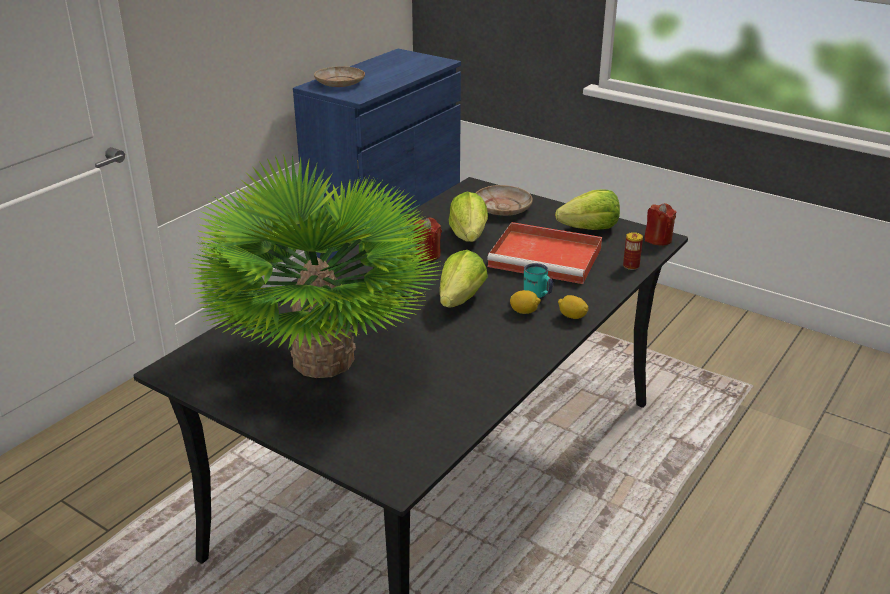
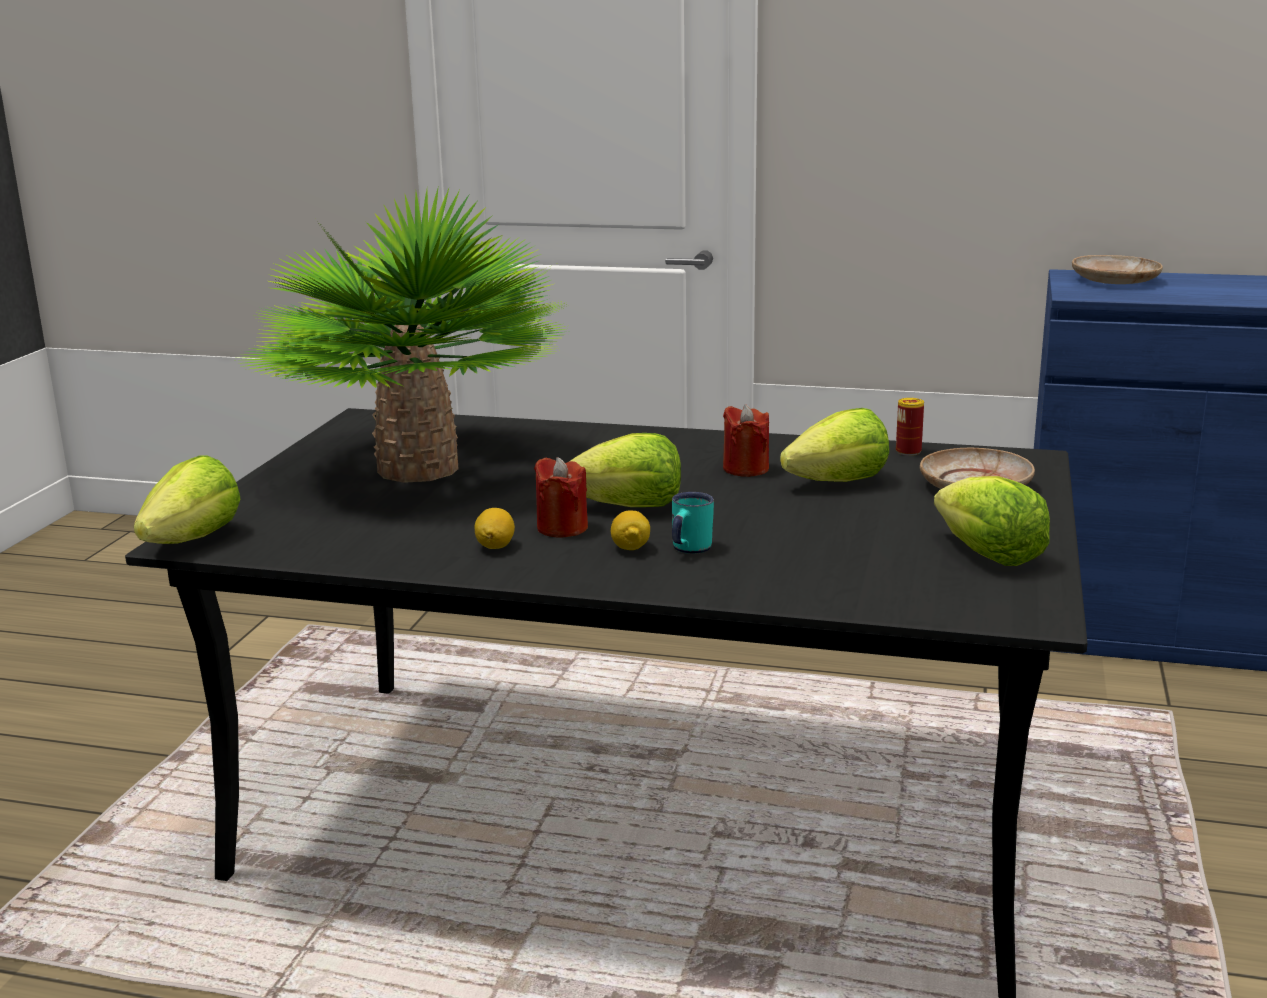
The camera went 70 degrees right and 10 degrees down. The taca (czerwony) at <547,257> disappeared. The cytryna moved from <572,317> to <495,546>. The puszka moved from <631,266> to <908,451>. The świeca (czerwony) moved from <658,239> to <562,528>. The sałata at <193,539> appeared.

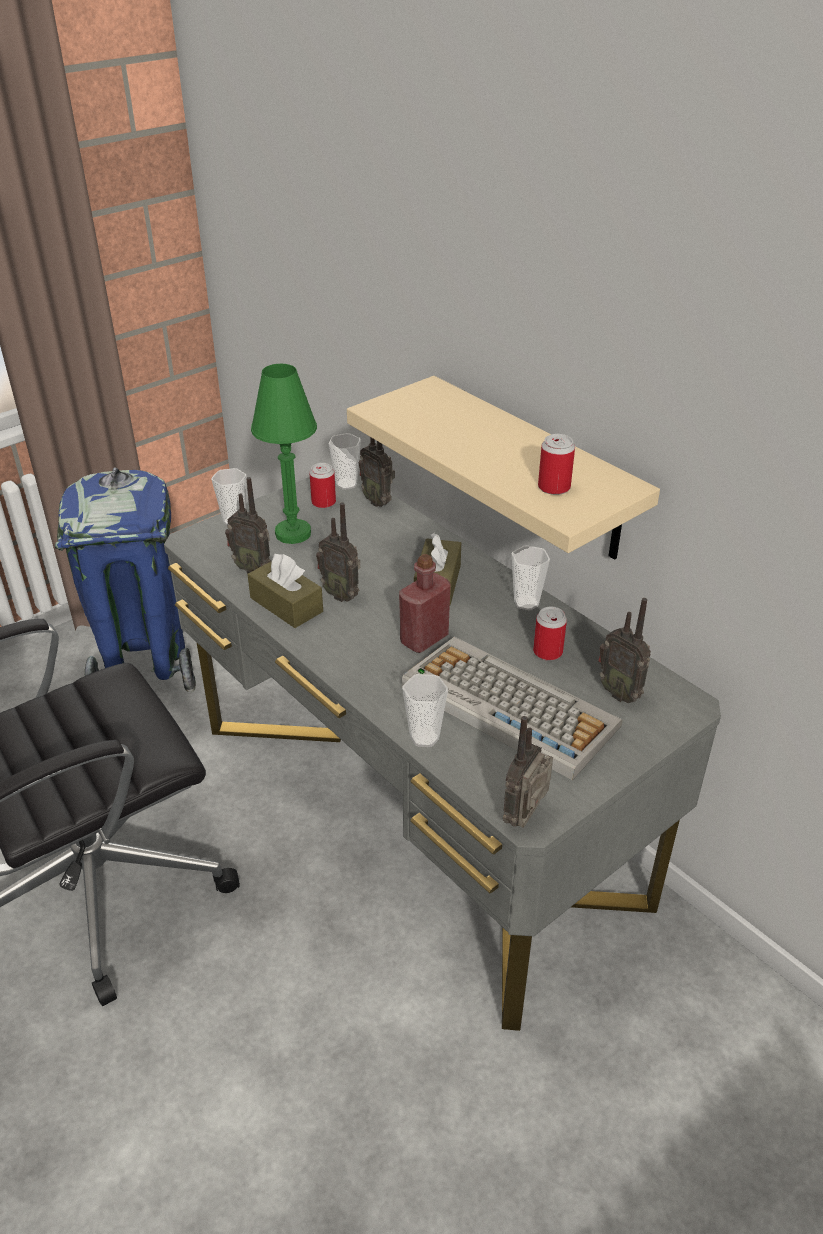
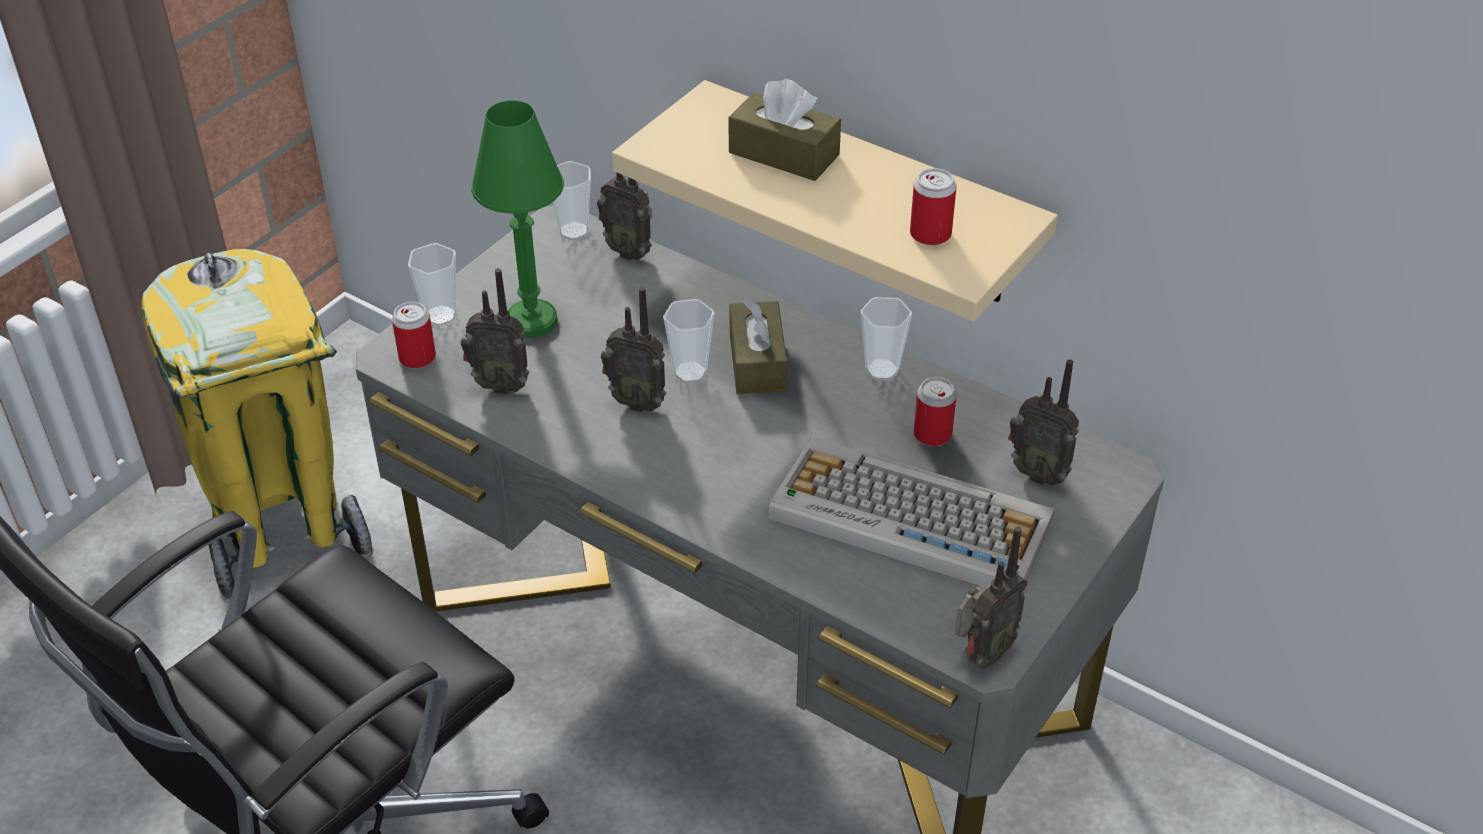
The camera went 15 degrees left and 5 degrees up. The kosz na śmieci (niebieski) at <144,665> became the kosz na śmieci (żółty) at <283,530>. The pudełko chusteczek (brązowy) moved from <286,605> to <784,154>. The puszka moved from <323,502> to <417,357>. The butelka (czerwony) at <424,639> disappeared. The filiżanka moved from <424,737> to <690,372>. The radio at <526,817> turned 150 degrees counterclockwise.

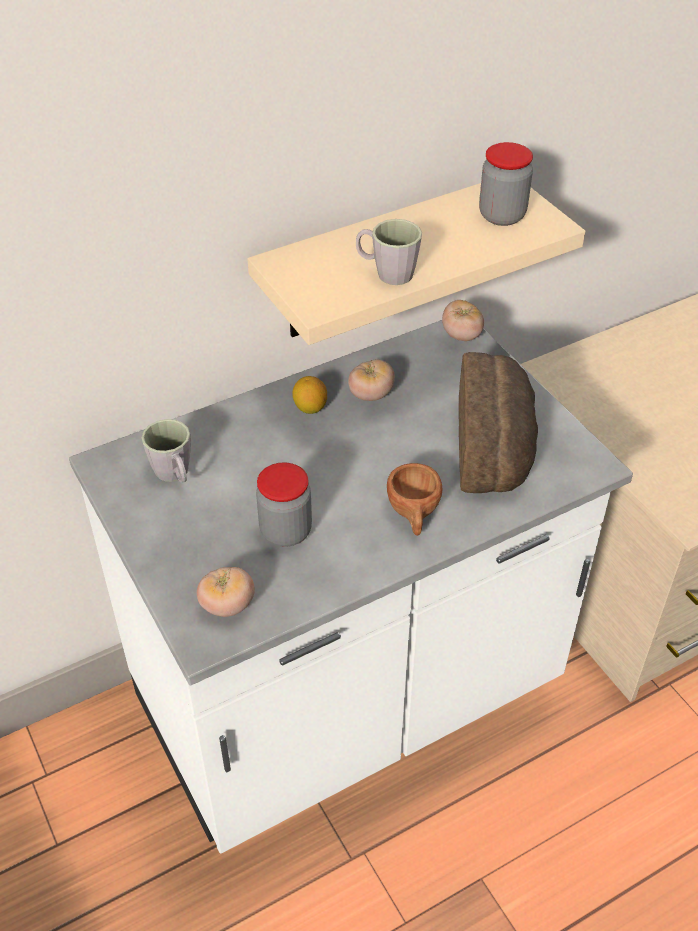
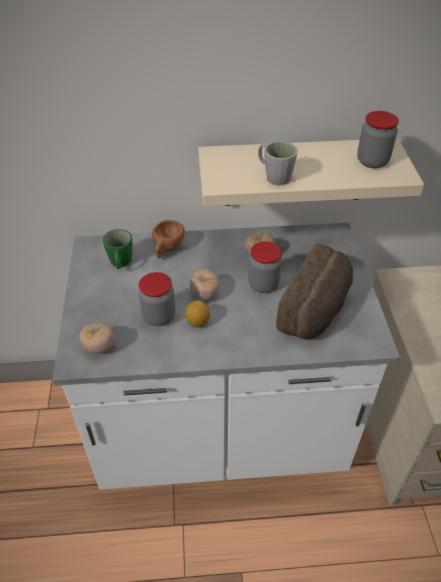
The camera went 25 degrees right and 0 degrees up. The kubek (szary) at <175,475> became the kubek (zielony) at <120,264>. The cytryna moved from <310,408> to <197,322>. The filiżanka (brązowy) moved from <414,514> to <167,249>. The pomidor moved from <461,335> to <204,294>. The słoik at <263,284> appeared.

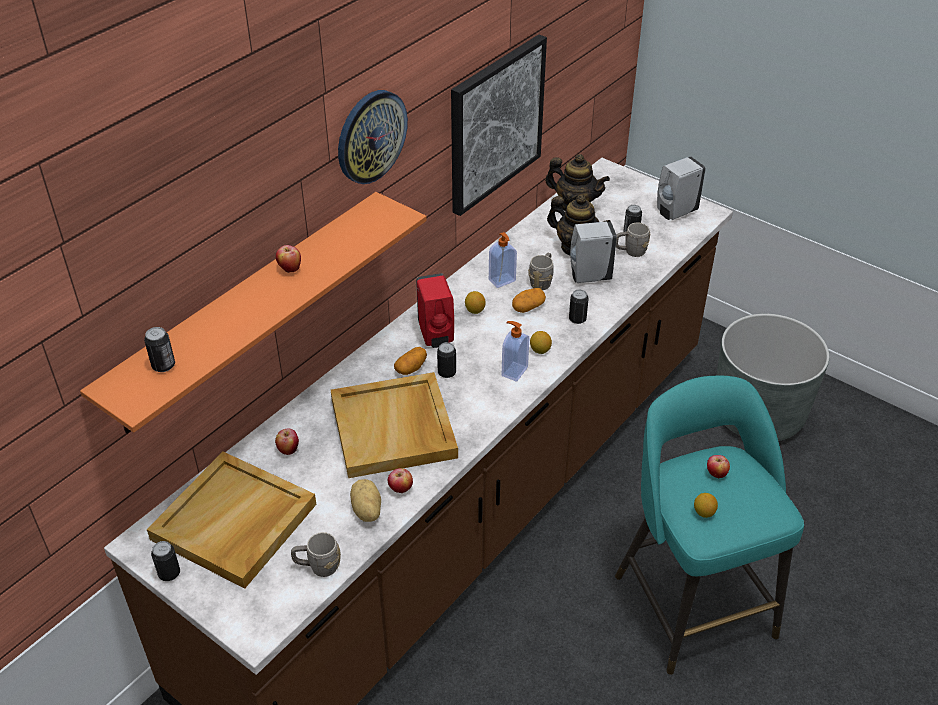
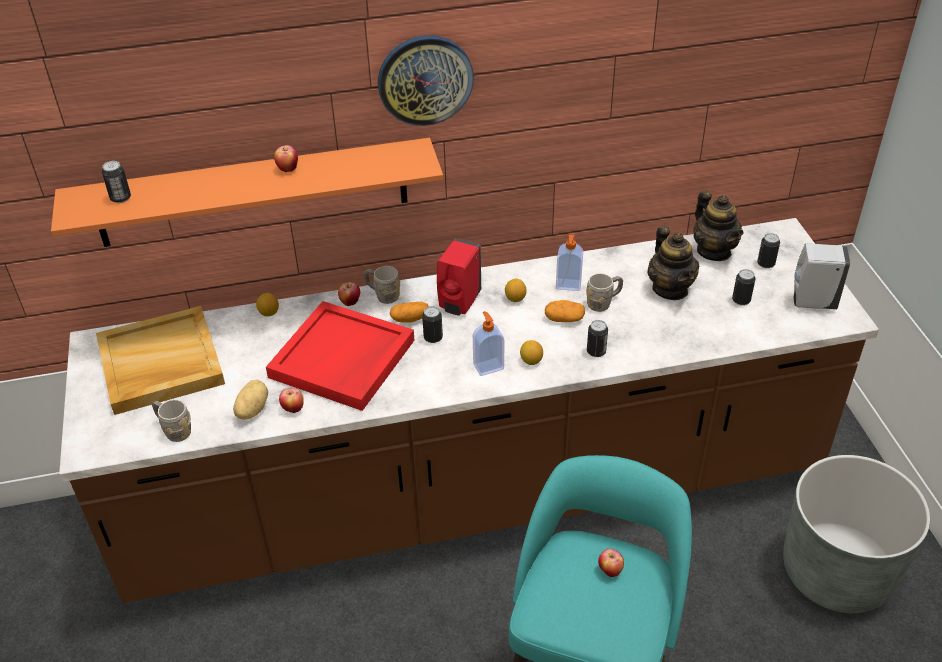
The camera went 40 degrees right and 0 degrees up. The puszka moved from <169,573> to <765,264>. The jabłko moved from <288,450> to <350,302>. The taca (beżowy) at <394,429> became the taca (czerwony) at <342,359>. The obraz at <495,123> disappeared. The dozownik mydła (biały) at <588,276> disappeared. The kubek (szary) moved from <630,251> to <383,295>. The cytryna moved from <704,512> to <269,313>.

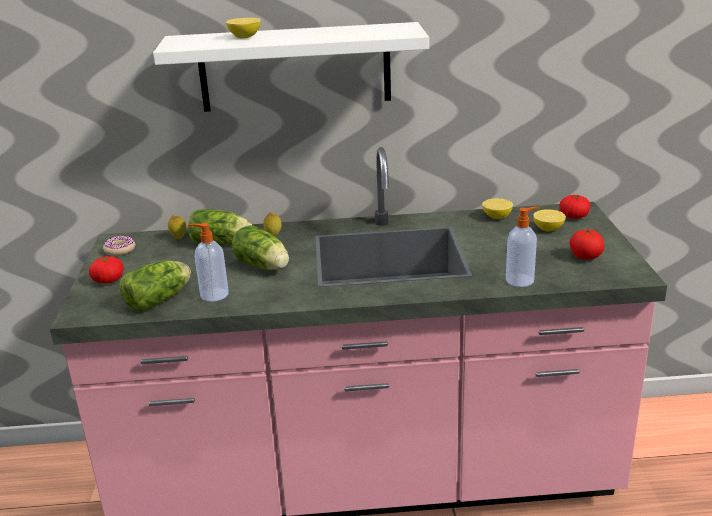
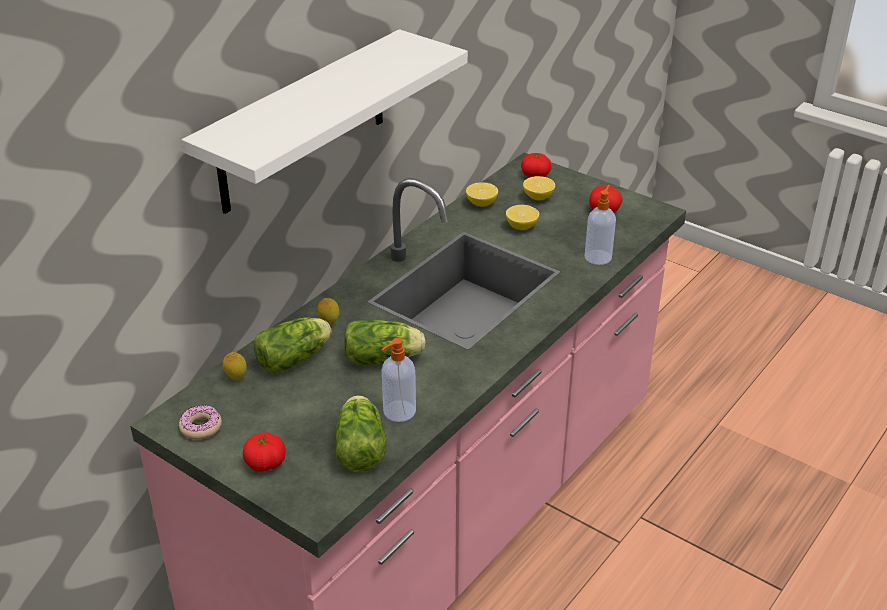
The camera went 50 degrees left and 10 degrees up. The cytryna moved from <245,37> to <521,226>.

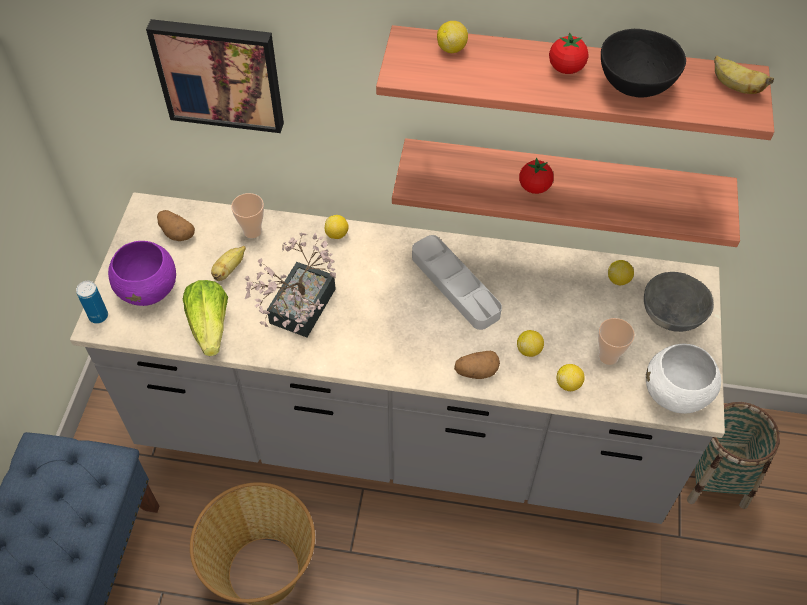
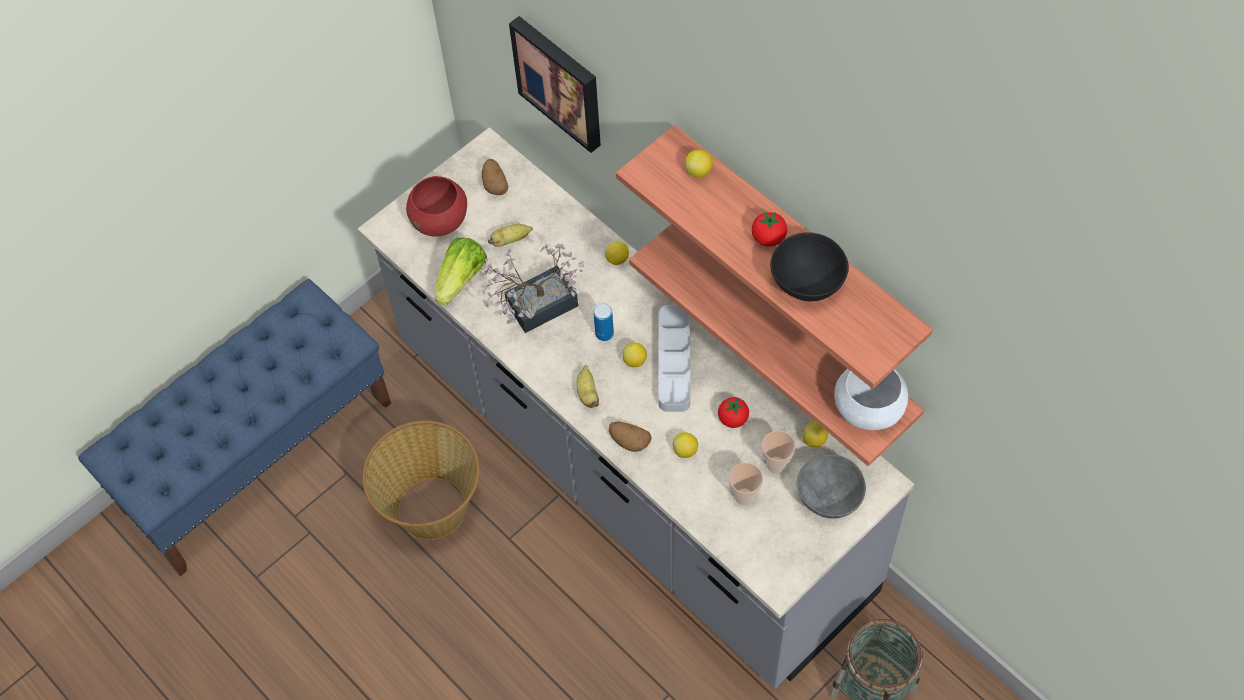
The camera went 40 degrees right and 5 degrees up. The puszka moved from <98,316> to <604,333>. The miska (fioletowy) at <149,288> became the miska (czerwony) at <440,220>. The filiżanka moved from <252,231> to <776,464>. The pomidor moved from <534,187> to <733,419>. The cytryna moved from <568,384> to <635,361>. The miska (biały) moved from <676,393> to <868,410>. The banan moved from <734,87> to <587,393>.

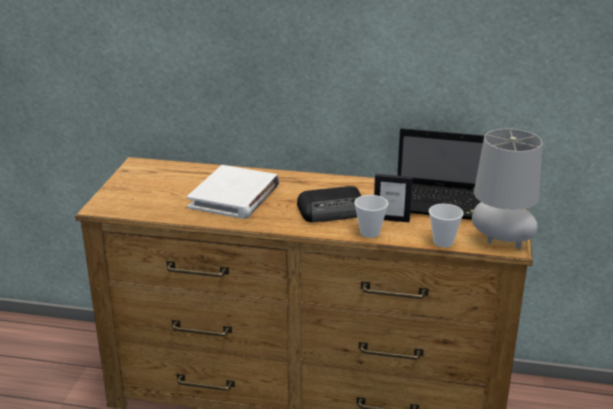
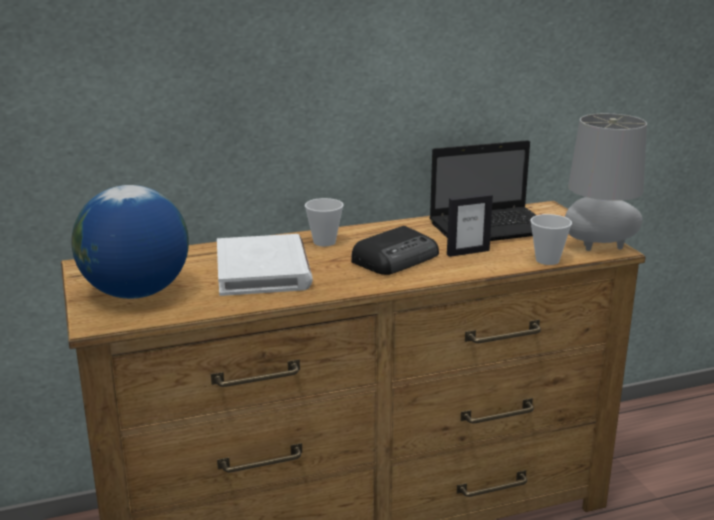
The camera went 30 degrees left and 5 degrees down. The filiżanka moved from <370,233> to <324,242>. The globus at <136,293> appeared.

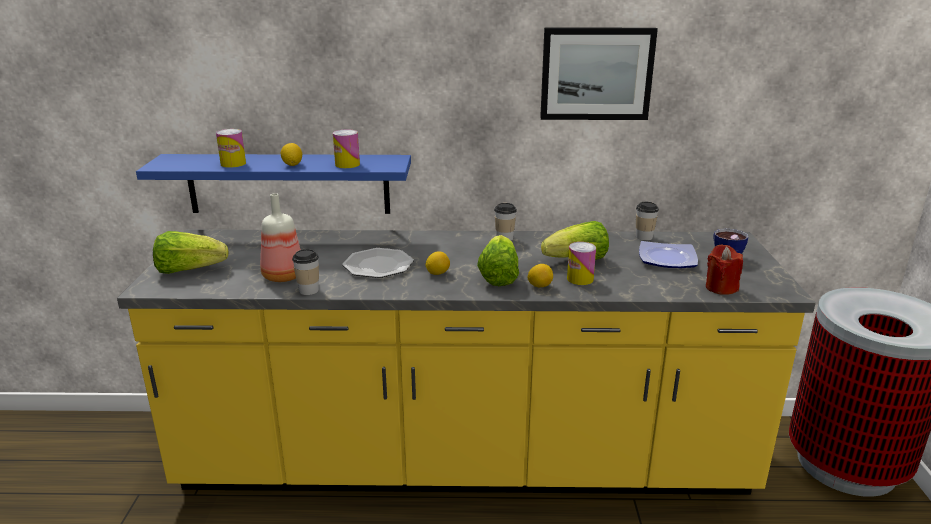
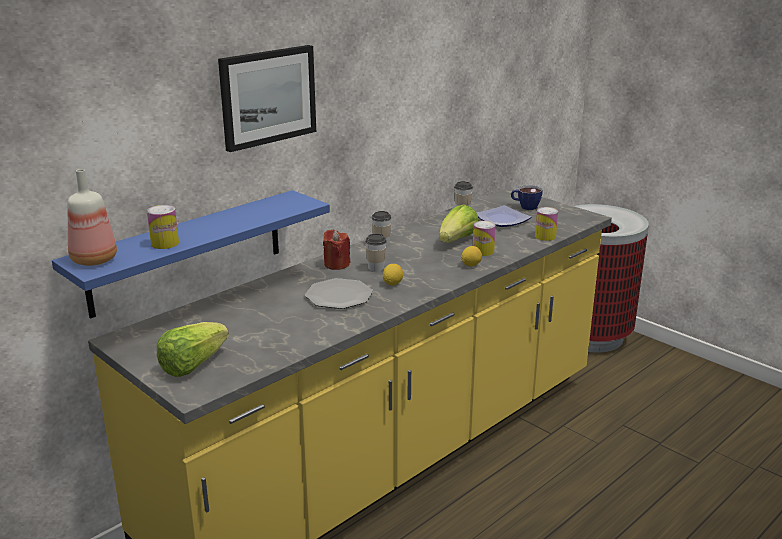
The camera went 45 degrees left and 0 degrees up. The butelka moved from <282,277> to <94,260>. The cytryna at <292,165> disappeared. The filiżanka moved from <308,290> to <376,268>. The puszka moved from <347,164> to <545,236>. The sałata at <498,276> disappeared. The obraz moved from <596,74> to <267,96>. The świeca (czerwony) moved from <721,288> to <336,264>.

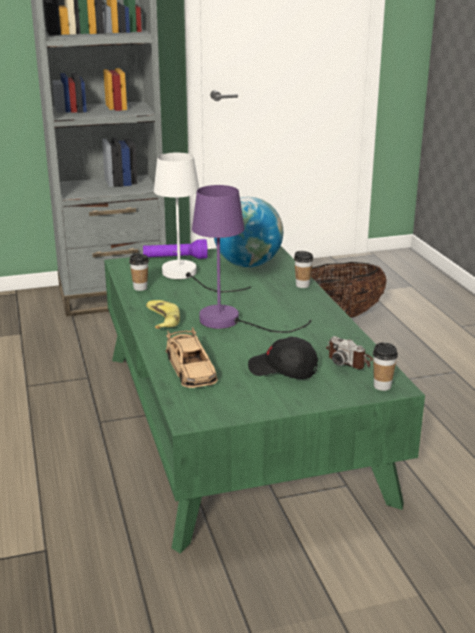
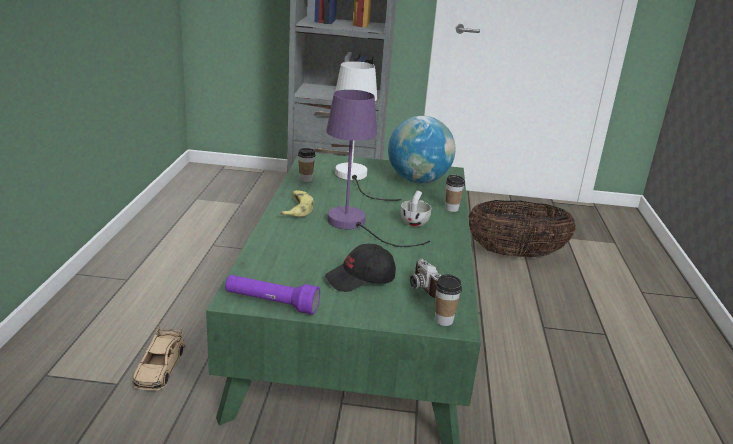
The camera went 20 degrees right and 0 degrees up. The latarka (fioletowy) moved from <175,259> to <271,303>. The samochodzik (beżowy) moved from <191,369> to <159,367>. The czapka z daszkiem (czarny) at <283,370> turned 60 degrees counterclockwise. The filiżanka (biały) at <415,222> appeared.

